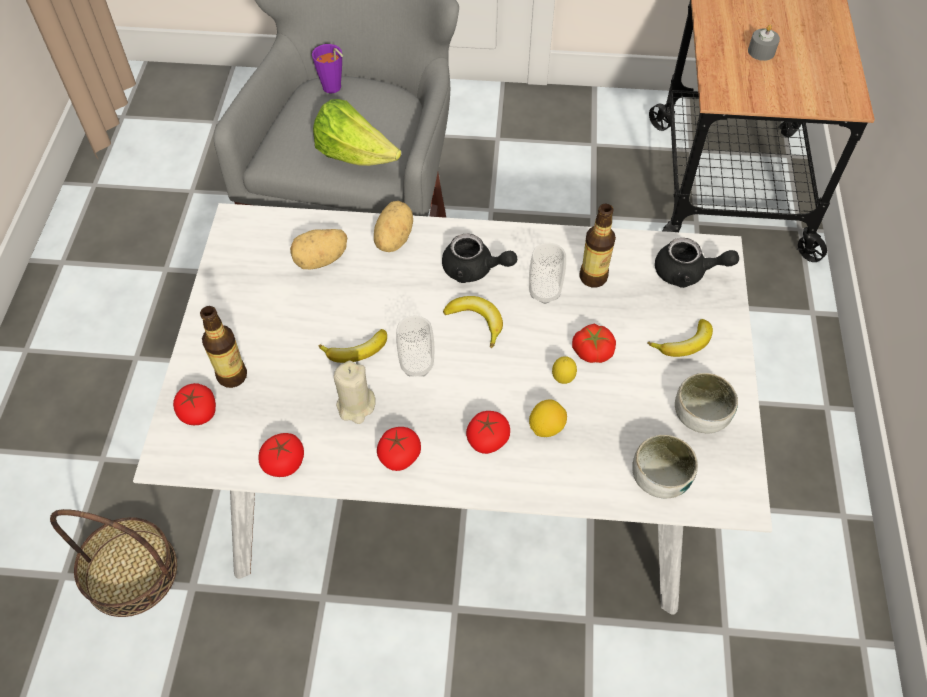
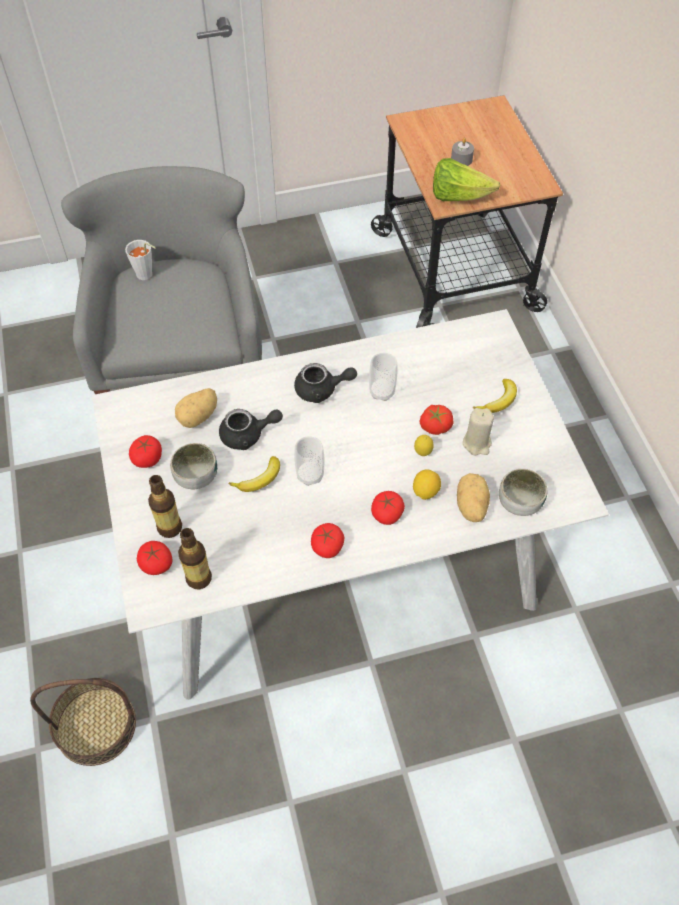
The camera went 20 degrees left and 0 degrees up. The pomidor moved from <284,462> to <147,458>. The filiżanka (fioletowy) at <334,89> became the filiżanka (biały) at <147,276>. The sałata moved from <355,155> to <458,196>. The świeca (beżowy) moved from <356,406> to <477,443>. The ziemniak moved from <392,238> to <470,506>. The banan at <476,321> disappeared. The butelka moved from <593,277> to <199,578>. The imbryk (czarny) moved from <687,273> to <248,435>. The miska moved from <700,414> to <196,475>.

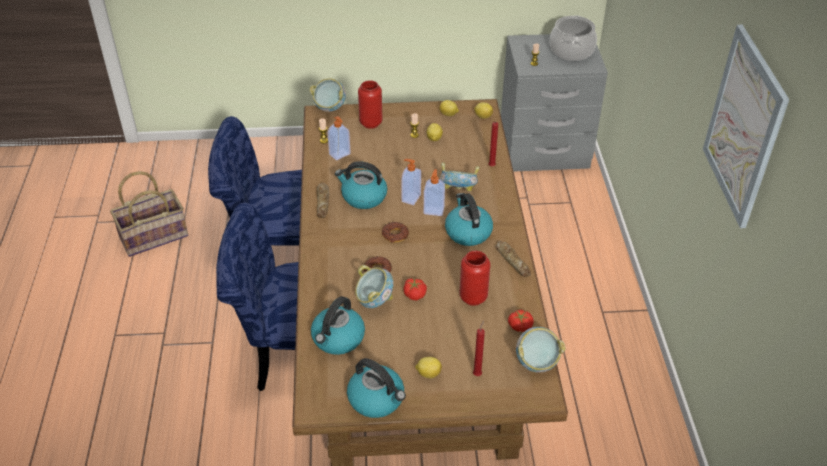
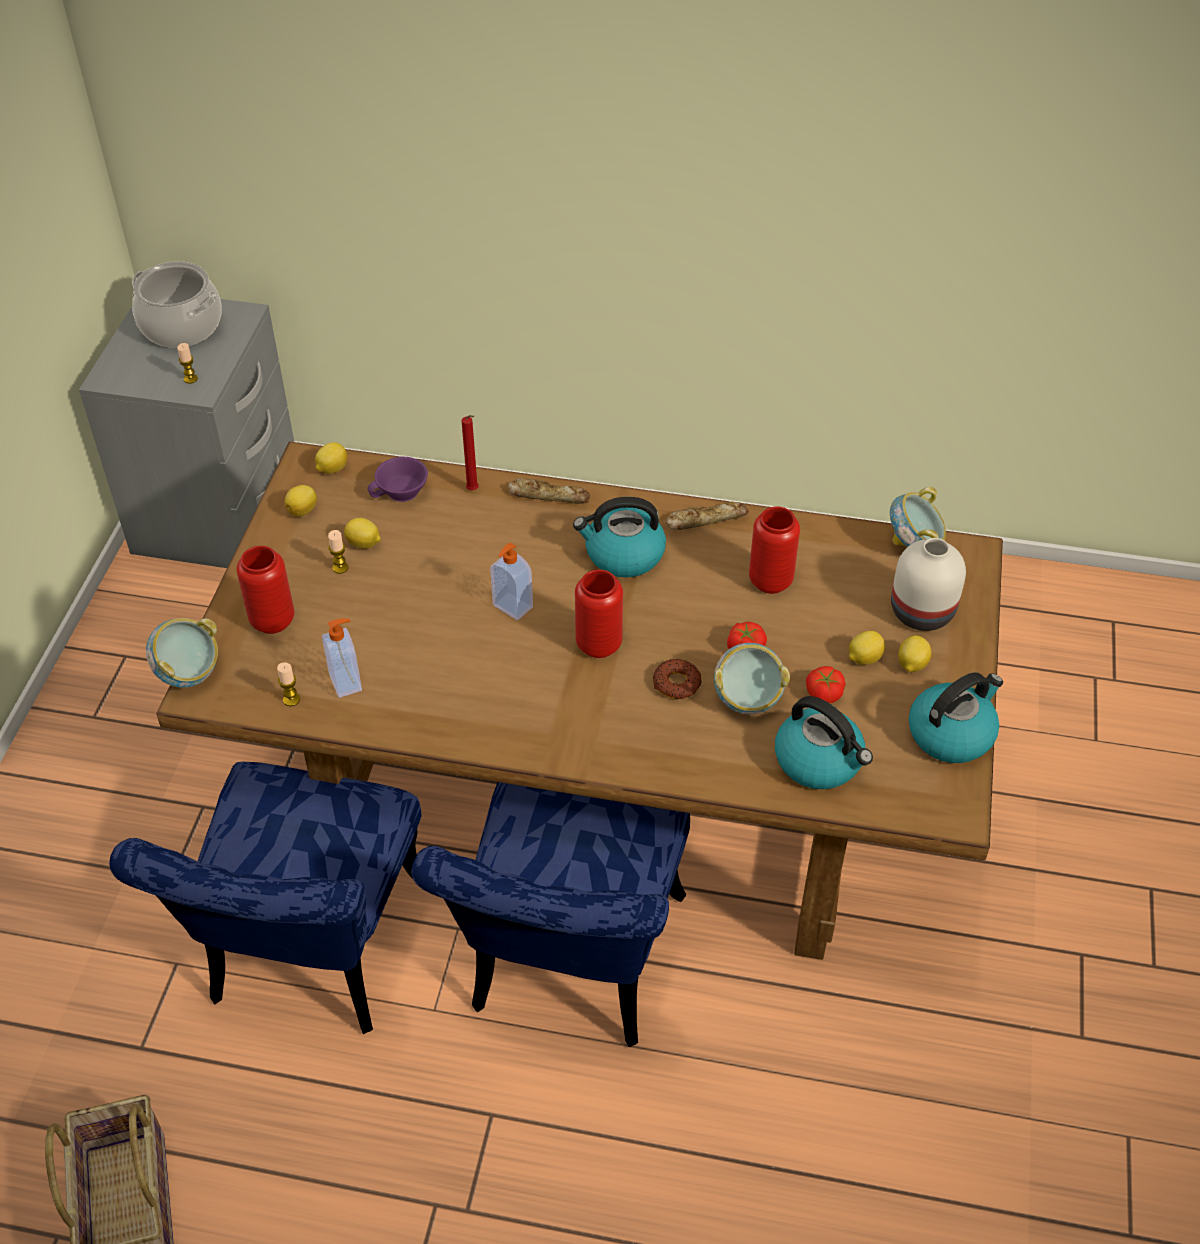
The camera went 75 degrees left and 5 degrees up. The chleb moved from <323,202> to <548,495>. The czajnik at <363,197> disappeared. The donut at <395,235> was replaced by the wazon (czerwony) at <599,645>. The dozownik mydła at <434,210> disappeared. The miska at <458,191> disappeared. The świeca (czerwony) at <478,373> was replaced by the wazon (biały) at <921,610>. The pomidor moved from <520,326> to <823,693>. The obraz at <744,126> disappeared. The filiżanka (fioletowy) at <402,493> appeared. The cytryna at <863,658> appeared.

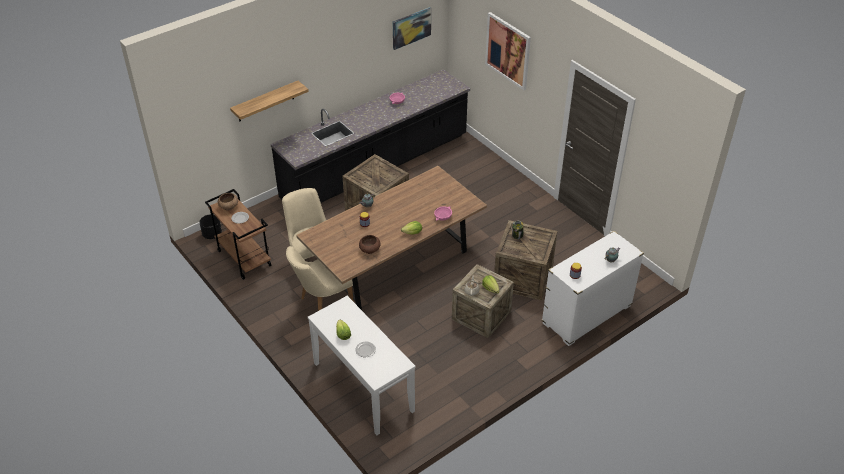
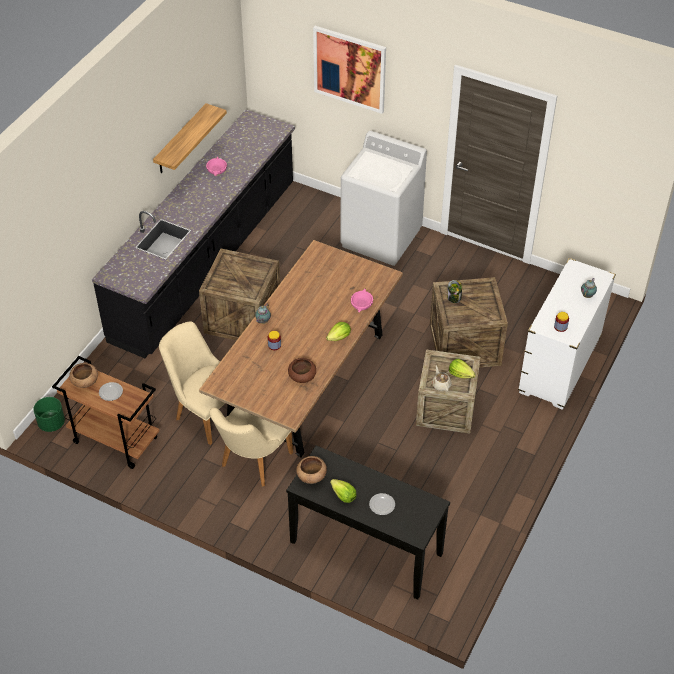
The camera went 25 degrees left and 5 degrees up. The donica (czarny) at <212,234> became the donica (zielony) at <51,423>. The półka moved from <265,101> to <181,140>. The stolik konsolowy (biały) at <362,387> became the stolik konsolowy (czarny) at <366,548>. The obraz at <411,28> disappeared. The miska (brązowy) at <311,476> appeared. The pralka (biały) at <381,238> appeared.

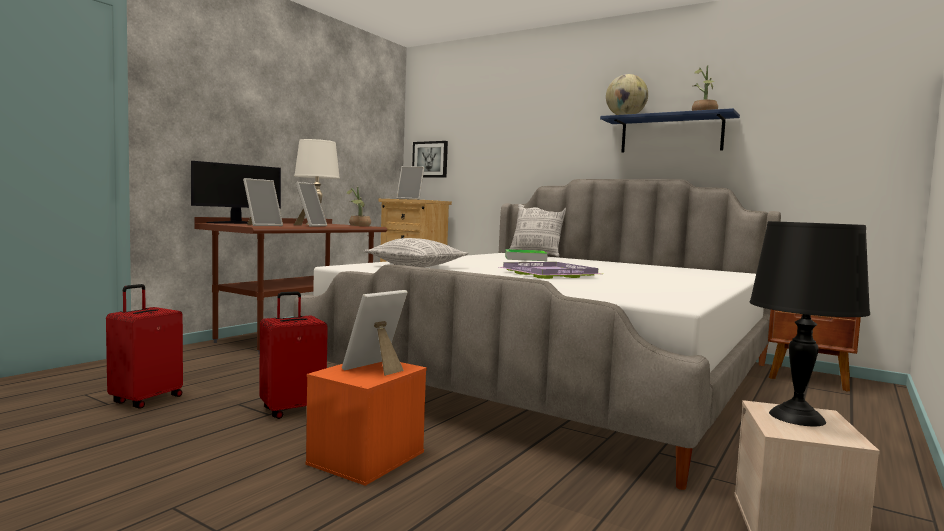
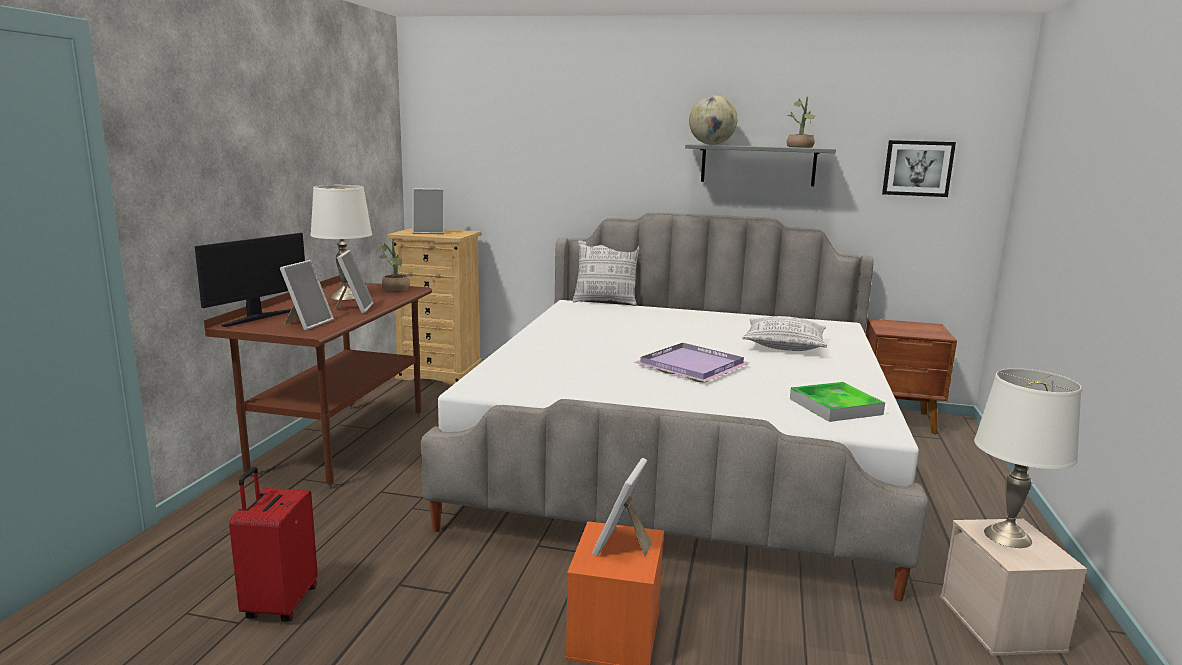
The camera went 20 degrees left and 10 degrees up. The walizka (czerwony) at <293,410> disappeared. The poduszka moved from <416,266> to <784,346>. The obraz moved from <430,159> to <917,168>. The taca moved from <525,258> to <835,406>. The półka (niebieski) at <671,134> became the półka (szary) at <758,165>. The lampa stołowa (czarny) at <796,417> became the lampa stołowa (biały) at <1007,536>.

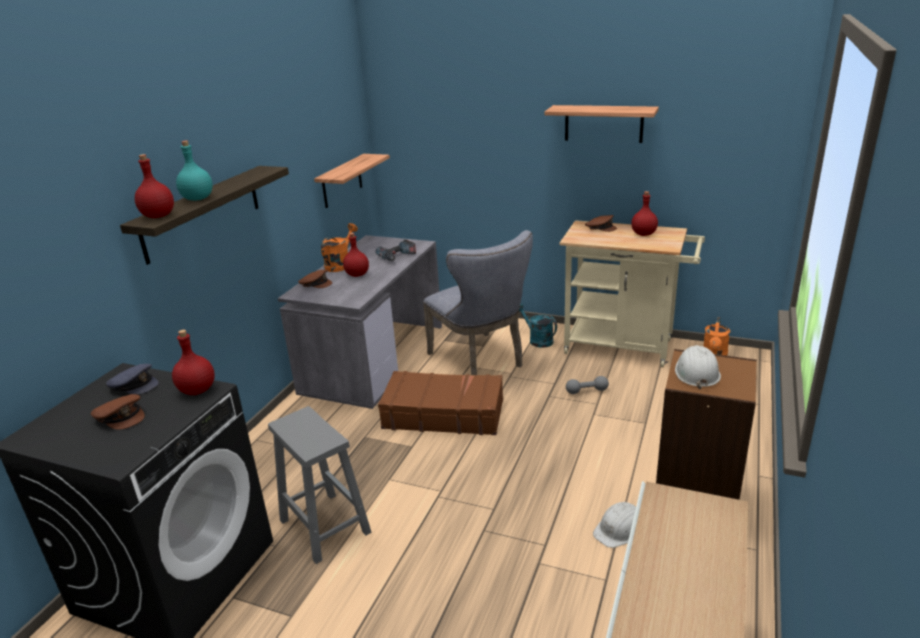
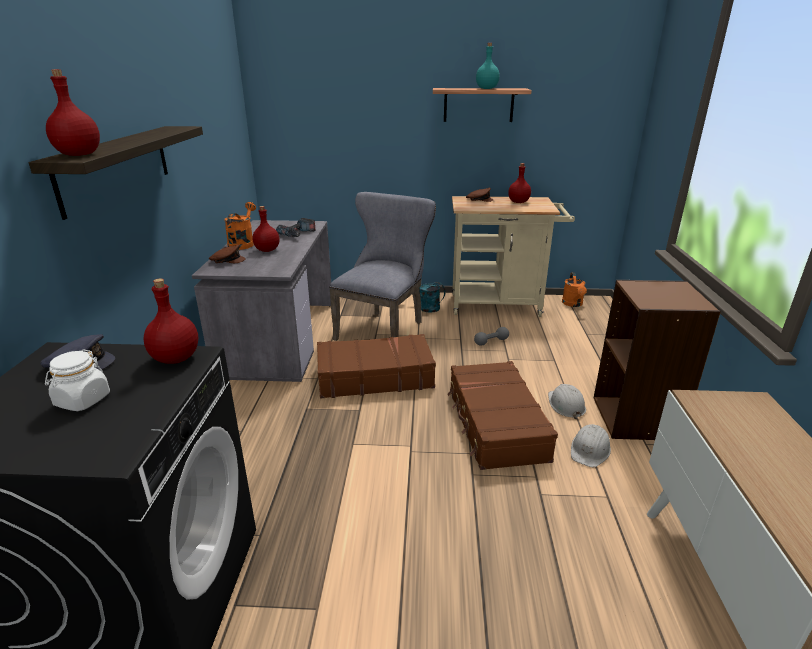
The camera went 20 degrees left and 0 degrees up. The czapka z daszkiem (brązowy) at <121,416> was replaced by the słoik (biały) at <82,400>. The butelka (turkusowy) moved from <198,198> to <487,88>. The stołek (szary) at <323,526> disappeared. The półka at <342,181> disappeared. The krzesło (szary) at <481,361> turned 105 degrees counterclockwise. The kask (biały) moved from <696,372> to <566,405>. The walizka (brązowy) at <495,424> appeared.

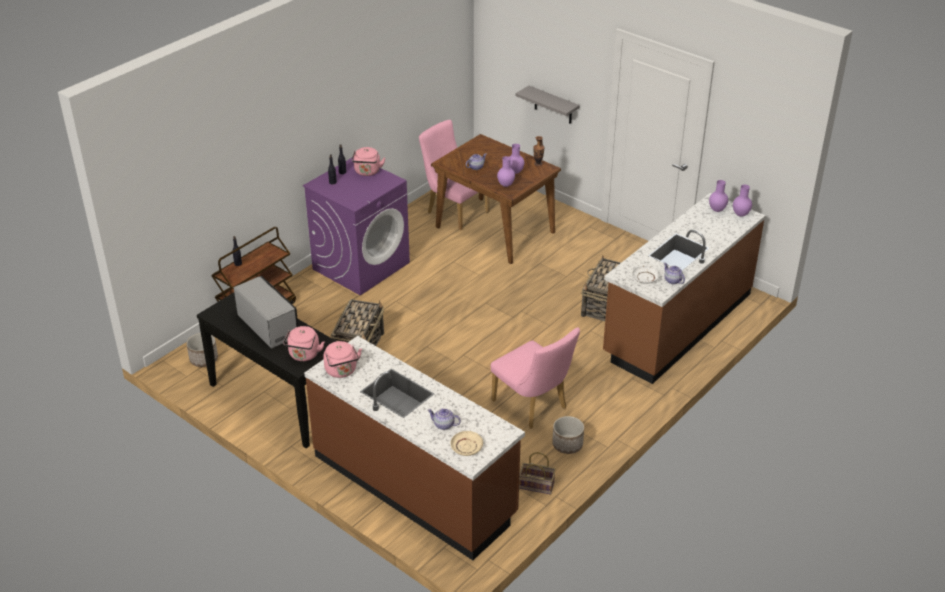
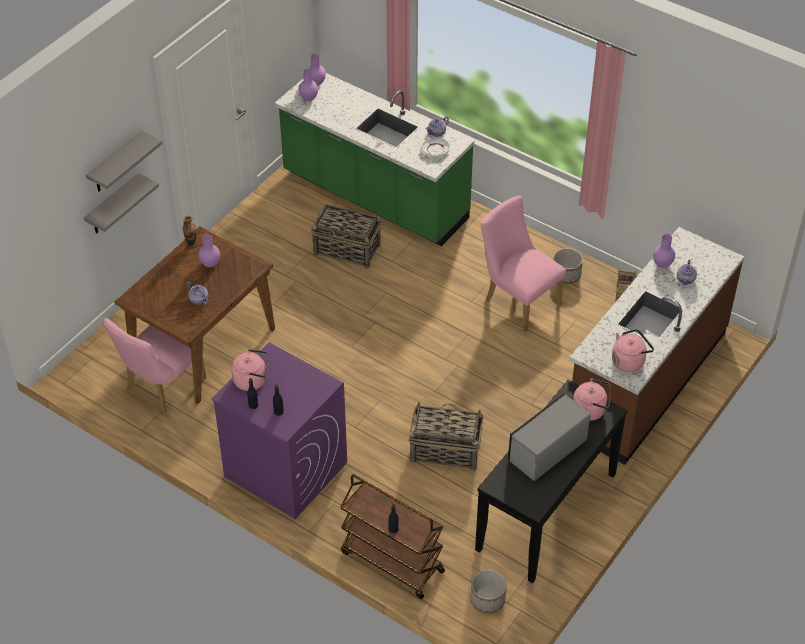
The camera went 95 degrees left and 10 degrees up. The talerz (beżowy) at <467,447> disappeared. The krzesło (różowy) at <533,407> turned 90 degrees counterclockwise. The wazon (fioletowy) moved from <506,185> to <662,264>. The zabudowa kuchenna (brązowy) at <677,324> became the zabudowa kuchenna (zielony) at <374,198>. The półka (szary) at <115,163> appeared.

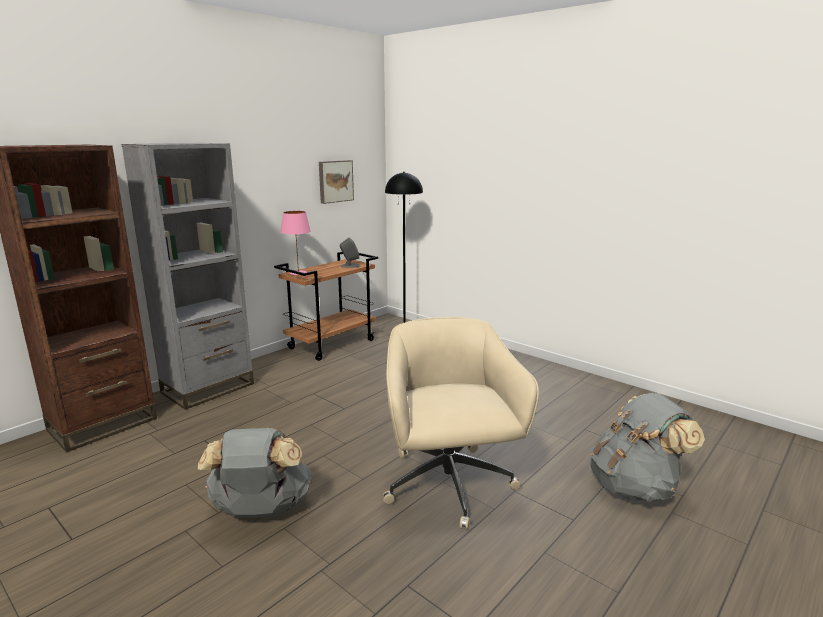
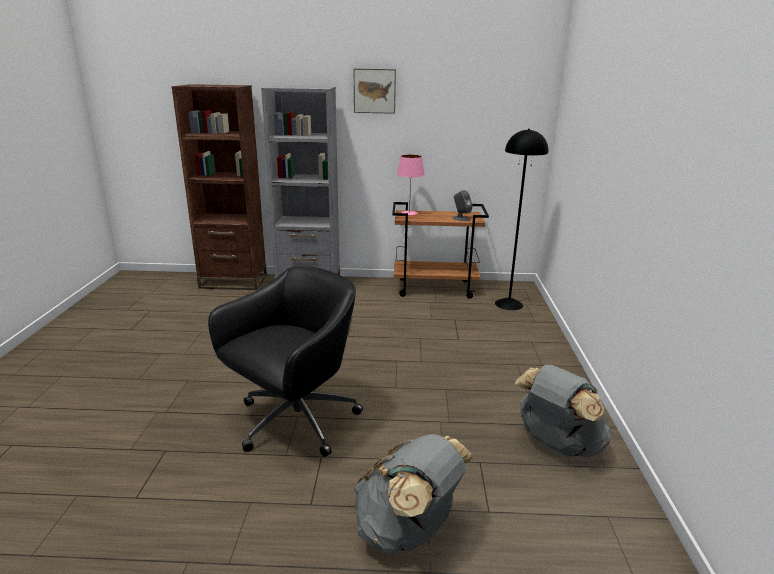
The camera went 50 degrees right and 5 degrees up. The plecak (szary) moved from <261,511> to <557,444>. The obraz moved from <335,181> to <374,91>. The krzesło biurowe (beżowy) at <449,486> became the krzesło biurowe (czarny) at <294,422>.

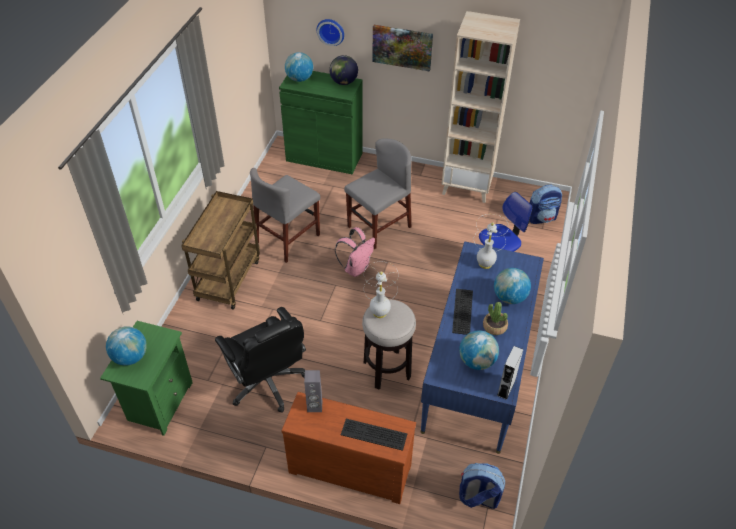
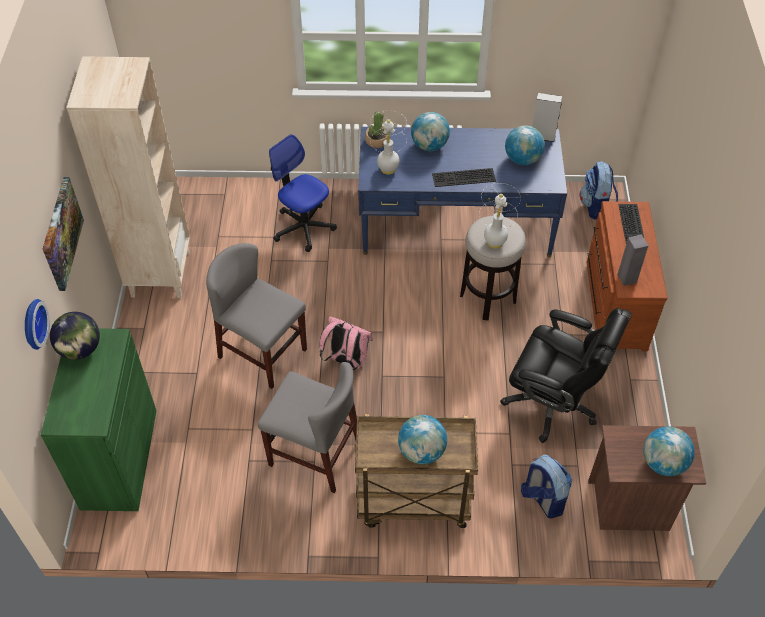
The camera went 105 degrees left and 5 degrees up. The szafka nocna (zielony) at <159,402> became the szafka nocna (brązowy) at <630,506>. The krzesło biurowe (czarny) at <268,383> turned 75 degrees clockwise. The globus moved from <299,79> to <421,451>. The roślina doniczkowa moved from <494,326> to <377,140>. The plecak moved from <542,218> to <543,499>.

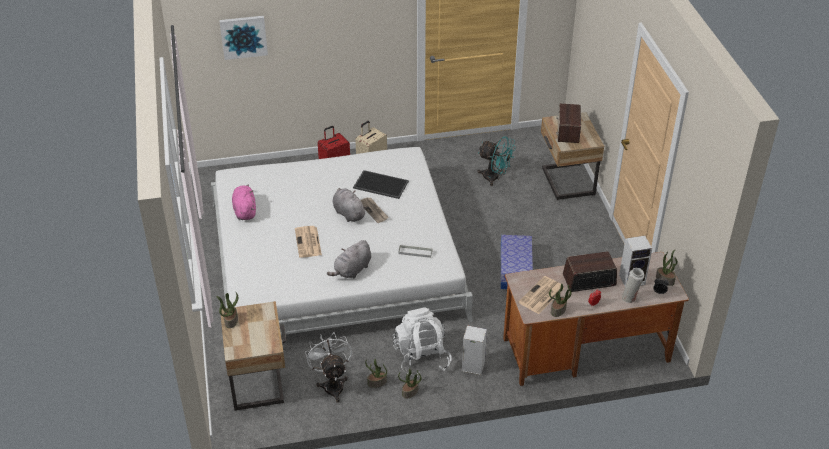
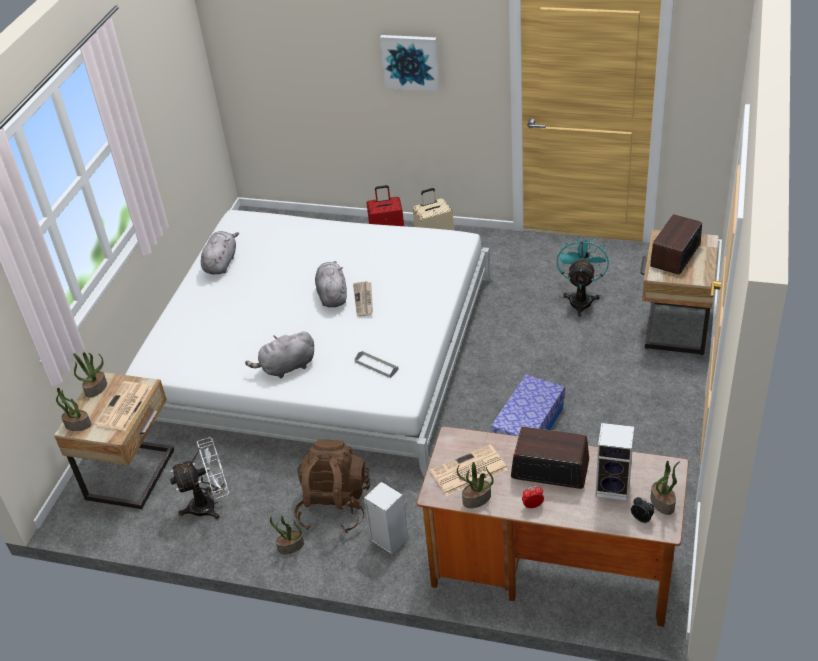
The camera went 30 degrees right and 0 degrees up. The obraz moved from <243,36> to <411,62>. The pluszak (różowy) at <245,210> became the pluszak (szary) at <221,263>. The gazeta moved from <308,242> to <124,407>. The wentylator (biały) at <332,384> turned 60 degrees clockwise. The taca at <380,185> disappeared. The roślina doniczkowa moved from <376,383> to <77,425>. The plecak (biały) at <421,358> became the plecak (brązowy) at <334,506>. The wentylator (turkusowy) at <495,178> turned 135 degrees counterclockwise. The wazon (biały) at <630,298> disappeared.

